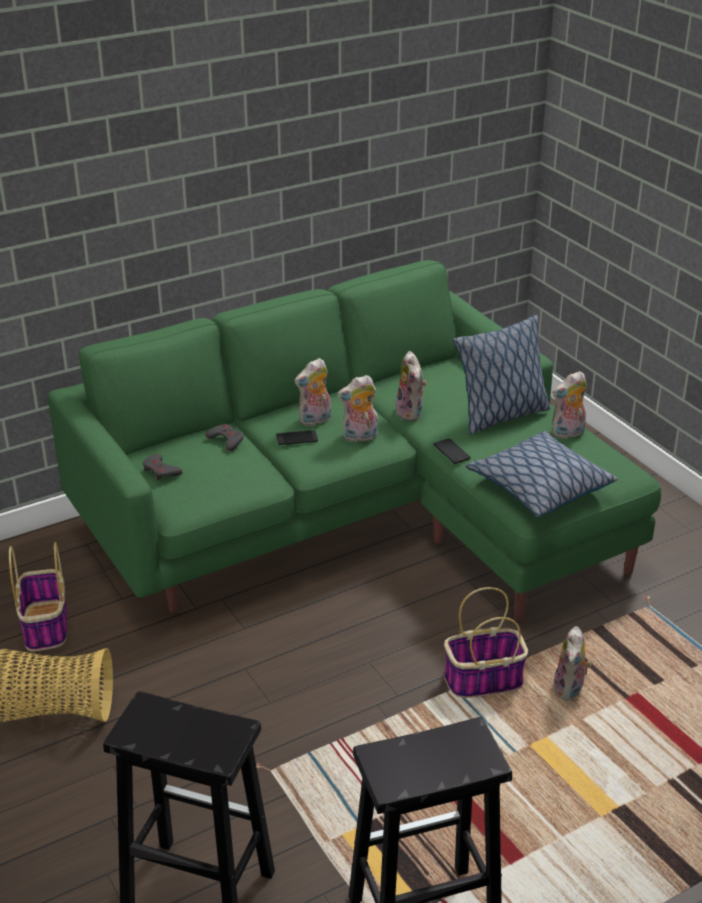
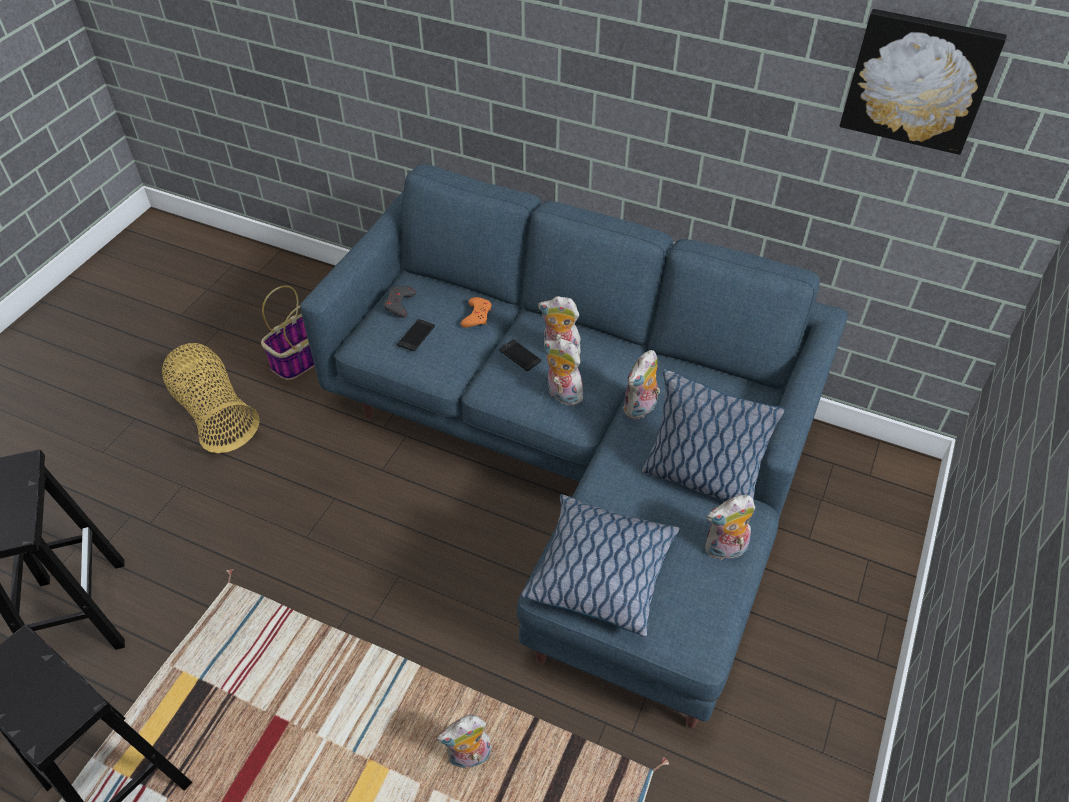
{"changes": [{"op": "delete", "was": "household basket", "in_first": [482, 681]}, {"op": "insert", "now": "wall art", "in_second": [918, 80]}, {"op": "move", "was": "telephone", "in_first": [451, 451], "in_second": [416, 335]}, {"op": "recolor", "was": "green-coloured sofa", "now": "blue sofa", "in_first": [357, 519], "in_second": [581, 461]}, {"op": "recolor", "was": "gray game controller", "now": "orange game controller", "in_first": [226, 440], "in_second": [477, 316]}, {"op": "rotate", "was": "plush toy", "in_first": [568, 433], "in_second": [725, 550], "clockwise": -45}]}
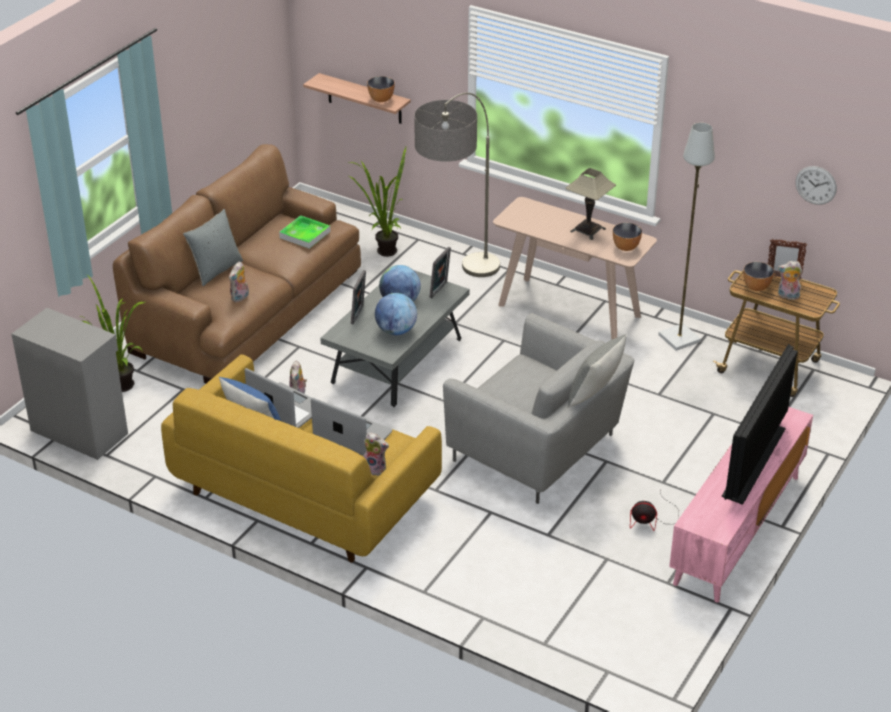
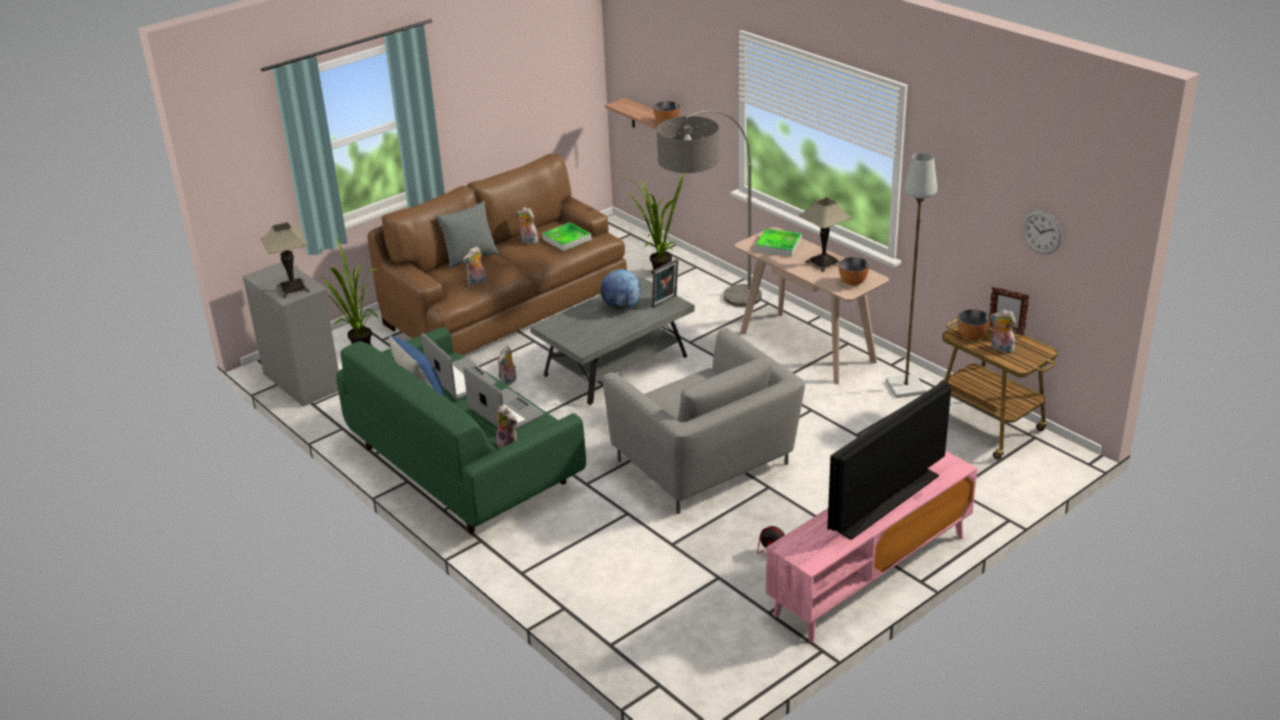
{"changes": [{"op": "delete", "was": "standing frame", "in_first": [359, 315]}, {"op": "delete", "was": "desk globe", "in_first": [396, 331]}, {"op": "delete", "was": "gray throw pillow", "in_first": [595, 395]}, {"op": "insert", "now": "lamp for a table", "in_second": [293, 289]}, {"op": "insert", "now": "plush toy", "in_second": [528, 241]}, {"op": "insert", "now": "tray", "in_second": [778, 245]}, {"op": "recolor", "was": "yellow-coloured sofa", "now": "green-coloured sofa", "in_first": [304, 492], "in_second": [464, 465]}]}
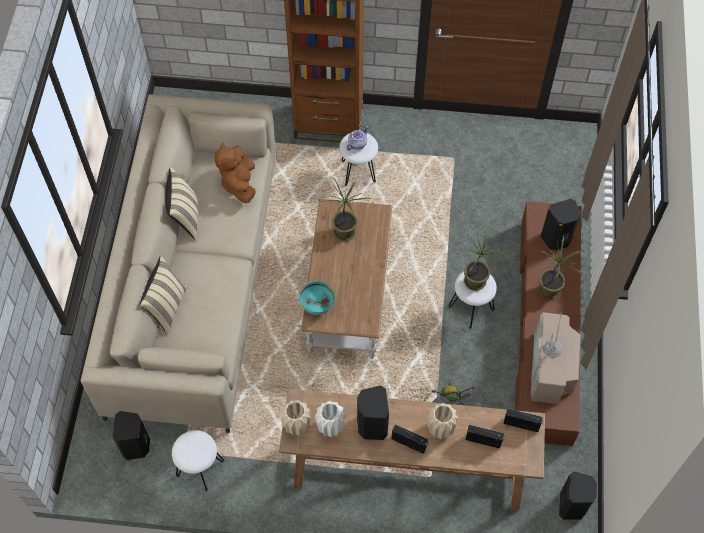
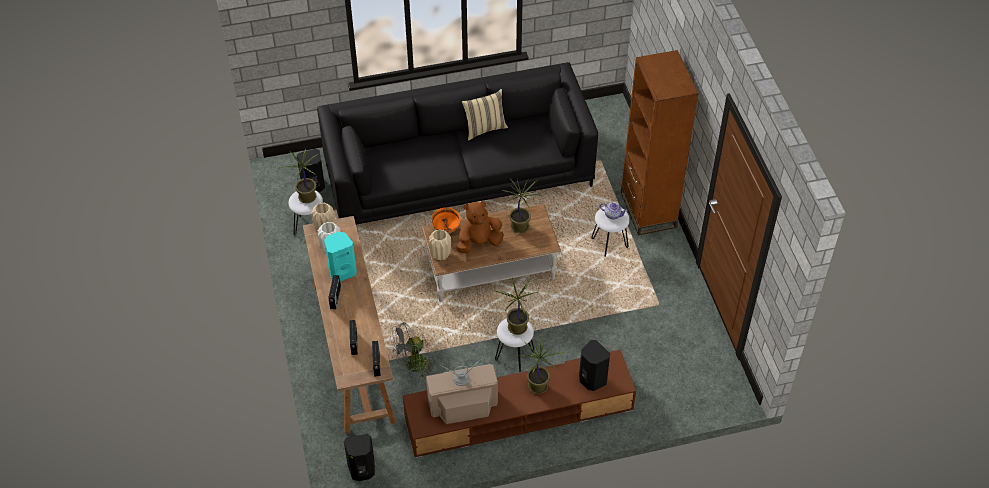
{"changes": [{"op": "delete", "was": "beige-coloured throw pillow", "in_first": [167, 307]}, {"op": "insert", "now": "plant in a pot", "in_second": [307, 198]}, {"op": "move", "was": "brownish plush toy", "in_first": [239, 183], "in_second": [479, 243]}, {"op": "move", "was": "beige-coloured flower vase", "in_first": [440, 429], "in_second": [440, 255]}, {"op": "recolor", "was": "beige-coloured sofa", "now": "black sofa", "in_first": [195, 282], "in_second": [458, 174]}, {"op": "recolor", "was": "turquoise-coloured bowl", "now": "orange bowl", "in_first": [317, 305], "in_second": [446, 229]}, {"op": "recolor", "was": "black audio speaker", "now": "turquoise-coloured audio speaker", "in_first": [371, 425], "in_second": [341, 272]}]}
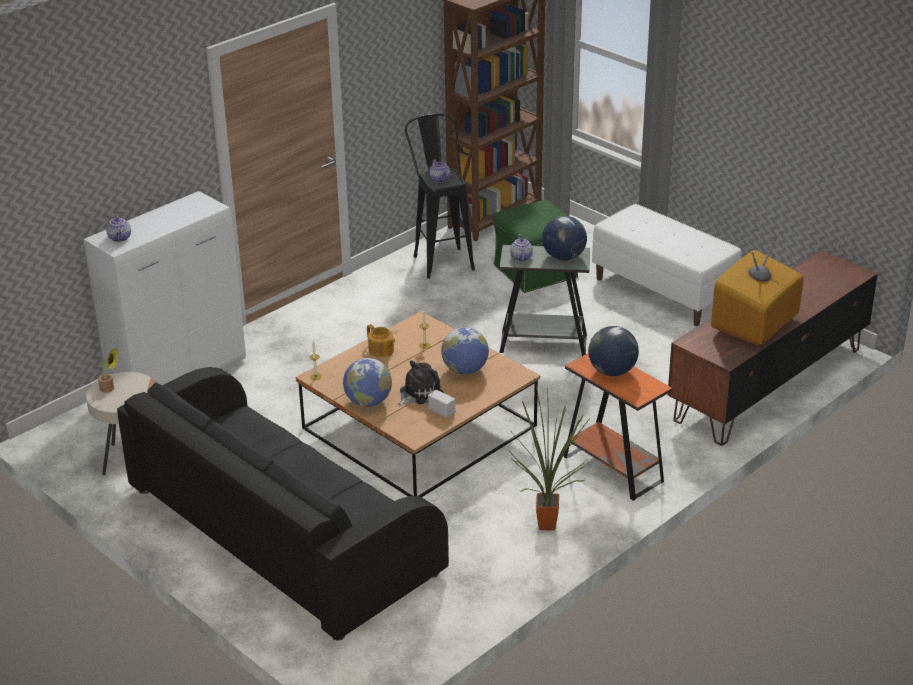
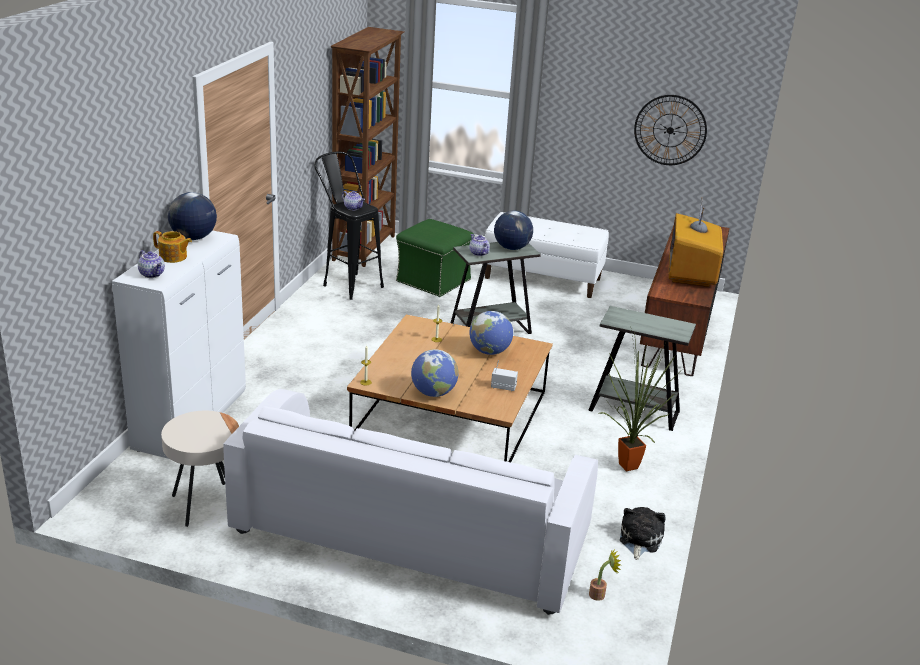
{"changes": [{"op": "insert", "now": "clock on the wall", "in_second": [670, 130]}, {"op": "move", "was": "plant in a pot", "in_first": [110, 389], "in_second": [600, 594]}, {"op": "move", "was": "teapot", "in_first": [381, 351], "in_second": [173, 257]}, {"op": "move", "was": "plush toy", "in_first": [418, 393], "in_second": [639, 540]}, {"op": "move", "was": "desk globe", "in_first": [612, 371], "in_second": [193, 238]}, {"op": "recolor", "was": "black sofa", "now": "white sofa", "in_first": [281, 531], "in_second": [411, 532]}, {"op": "recolor", "was": "orange side table", "now": "gray side table", "in_first": [613, 469], "in_second": [634, 411]}]}
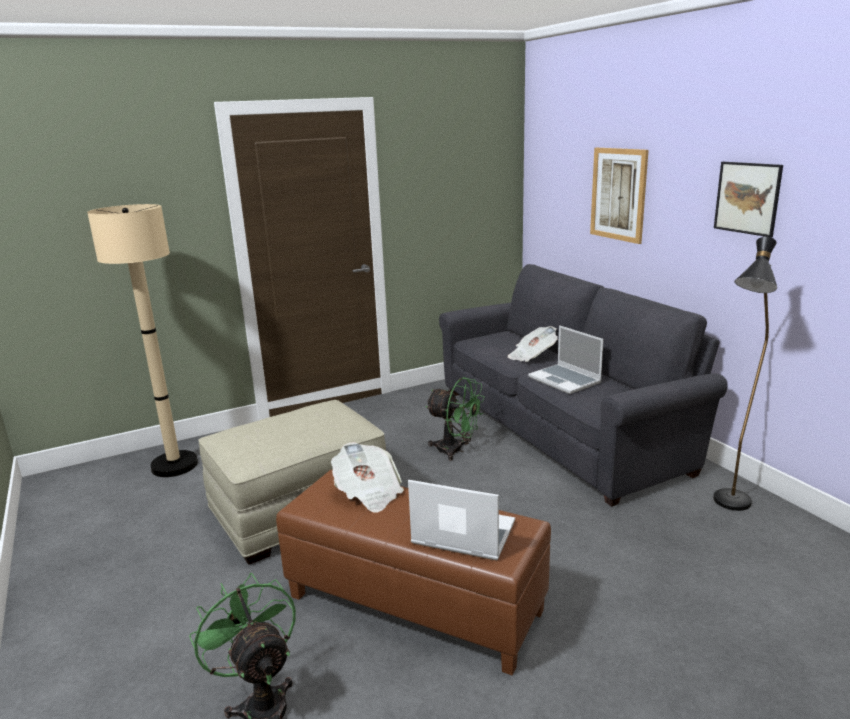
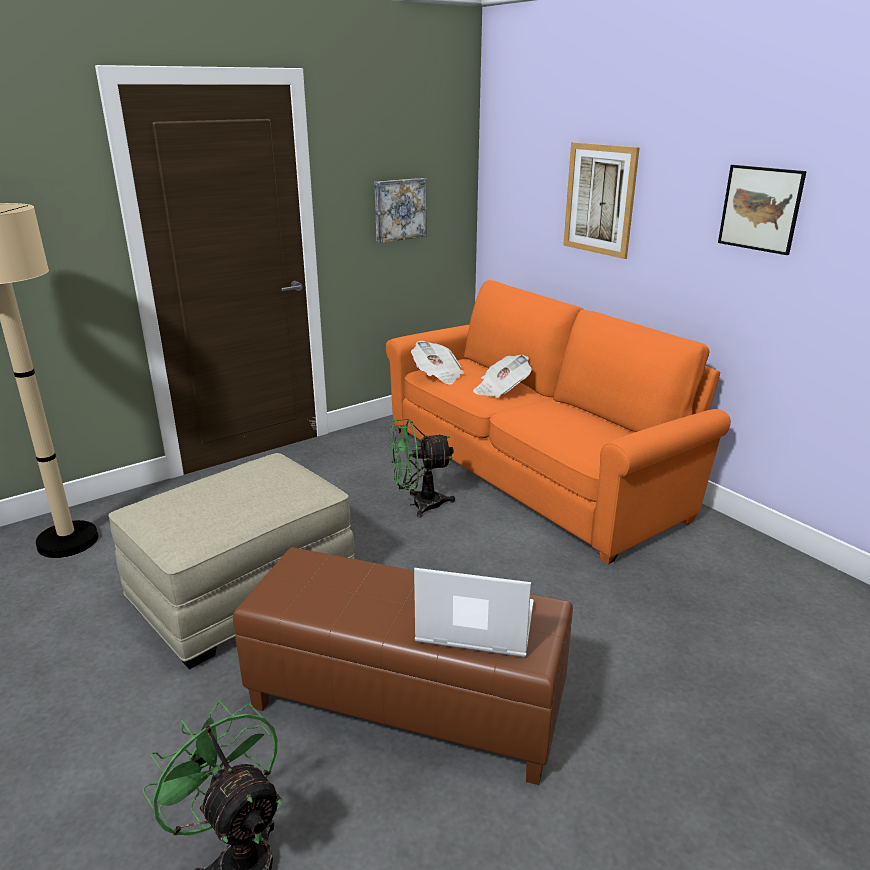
{"changes": [{"op": "delete", "was": "portable computer", "in_first": [565, 380]}, {"op": "delete", "was": "black standard lamp", "in_first": [729, 507]}, {"op": "insert", "now": "wall art", "in_second": [399, 209]}, {"op": "move", "was": "daily paper", "in_first": [368, 493], "in_second": [437, 376]}, {"op": "recolor", "was": "gray sofa", "now": "orange sofa", "in_first": [563, 427], "in_second": [535, 470]}, {"op": "rotate", "was": "green-coloured cooling fan", "in_first": [456, 450], "in_second": [419, 504], "clockwise": 150}]}
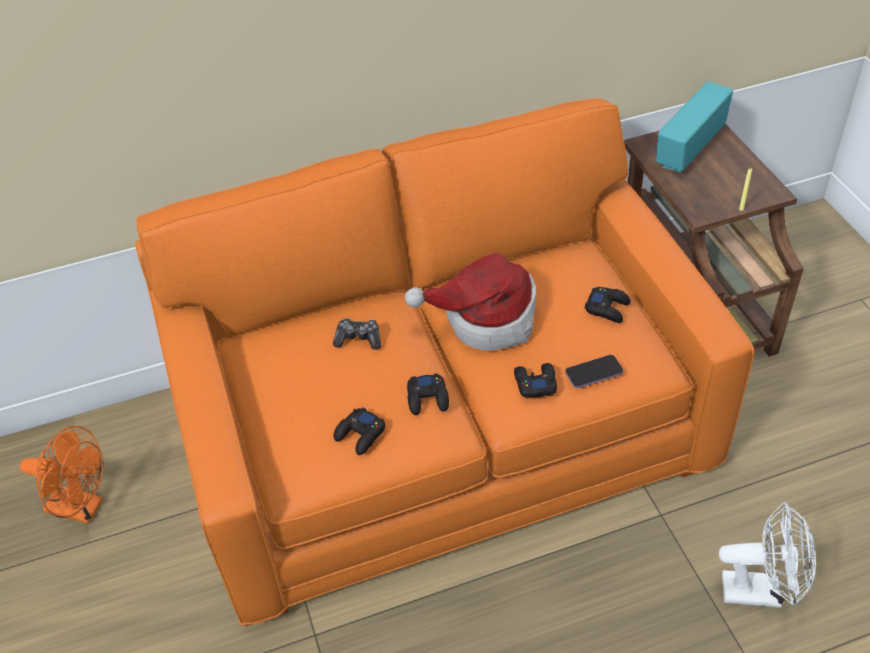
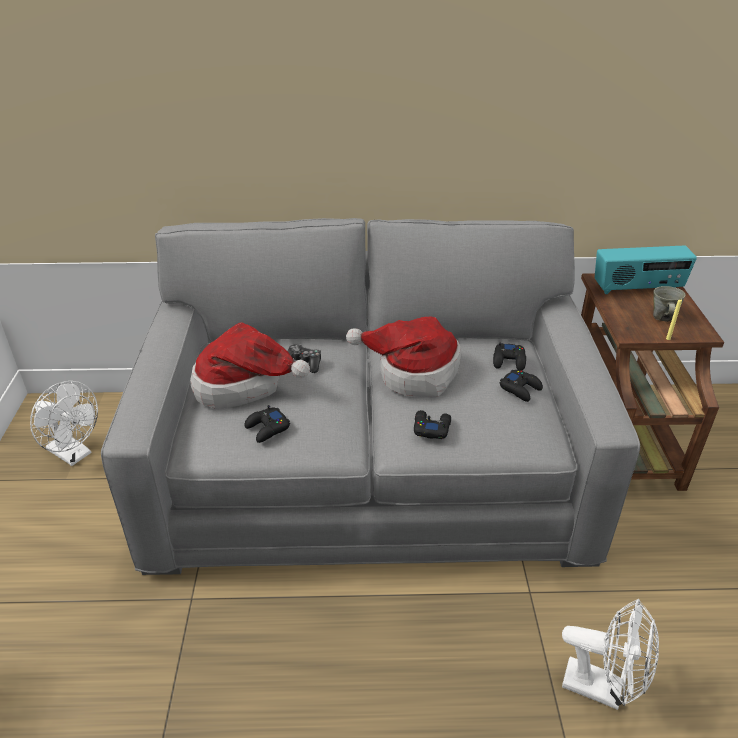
{"changes": [{"op": "delete", "was": "telephone", "in_first": [594, 373]}, {"op": "insert", "now": "wearable hat", "in_second": [245, 386]}, {"op": "insert", "now": "gray coffee mug", "in_second": [663, 317]}, {"op": "move", "was": "black game controller", "in_first": [428, 398], "in_second": [509, 361]}, {"op": "recolor", "was": "orange cooling fan", "now": "white cooling fan", "in_first": [83, 508], "in_second": [74, 454]}, {"op": "recolor", "was": "orange sofa", "now": "gray sofa", "in_first": [442, 427], "in_second": [369, 471]}, {"op": "rotate", "was": "radio receiver", "in_first": [689, 148], "in_second": [638, 289], "clockwise": -150}]}
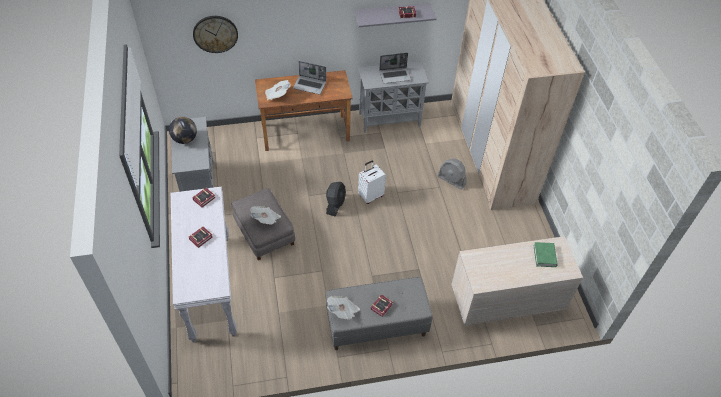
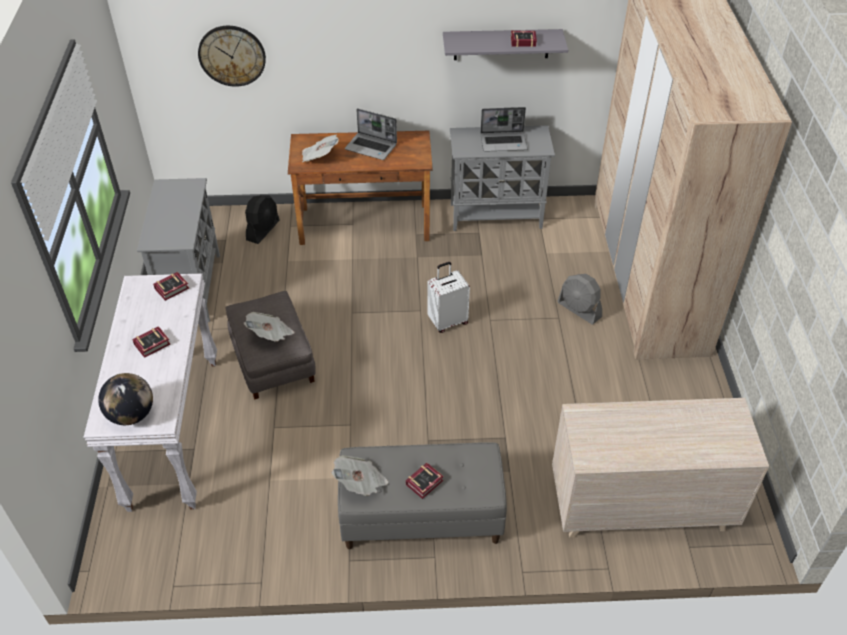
{"changes": [{"op": "delete", "was": "green-coloured volume", "in_first": [544, 256]}, {"op": "move", "was": "desk globe", "in_first": [185, 139], "in_second": [131, 415]}, {"op": "move", "was": "black cooling fan", "in_first": [335, 204], "in_second": [263, 230]}]}
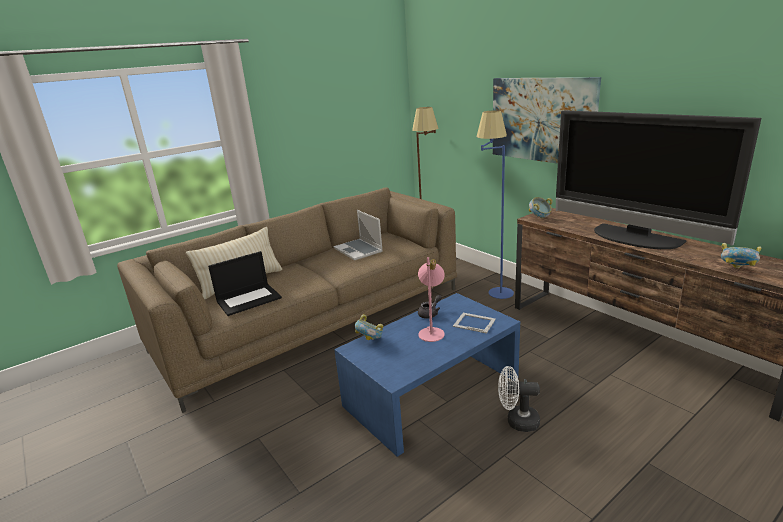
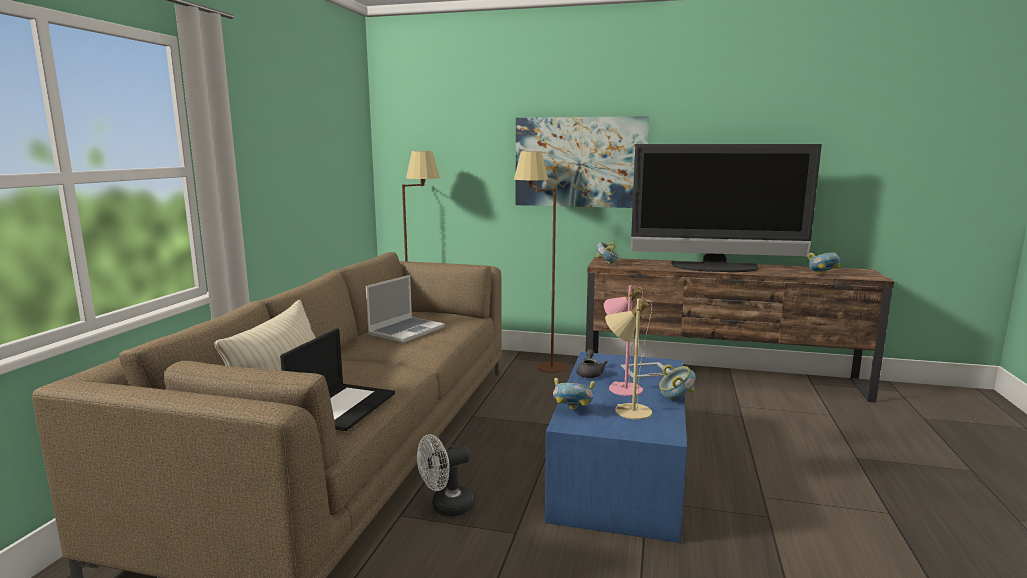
{"changes": [{"op": "insert", "now": "beige-coloured lamp for a table", "in_second": [627, 409]}, {"op": "insert", "now": "bowl", "in_second": [675, 398]}, {"op": "move", "was": "white cooling fan", "in_first": [517, 421], "in_second": [446, 507]}, {"op": "recolor", "was": "blue standard lamp", "now": "brownish standard lamp", "in_first": [494, 288], "in_second": [539, 365]}, {"op": "rotate", "was": "portable computer", "in_first": [359, 250], "in_second": [406, 331], "clockwise": -75}]}
